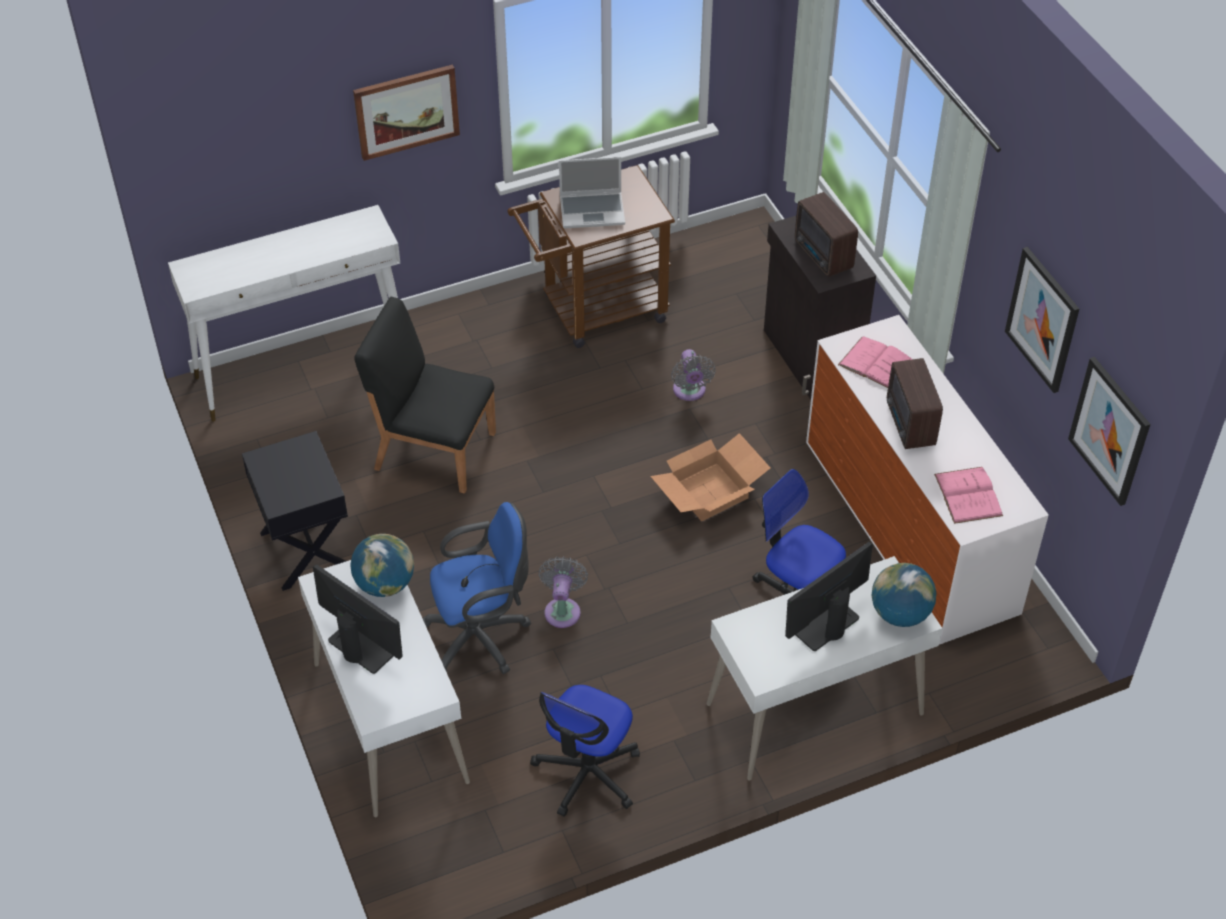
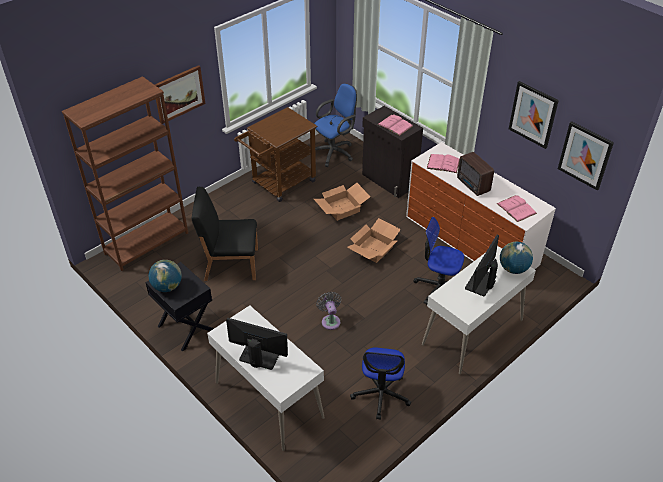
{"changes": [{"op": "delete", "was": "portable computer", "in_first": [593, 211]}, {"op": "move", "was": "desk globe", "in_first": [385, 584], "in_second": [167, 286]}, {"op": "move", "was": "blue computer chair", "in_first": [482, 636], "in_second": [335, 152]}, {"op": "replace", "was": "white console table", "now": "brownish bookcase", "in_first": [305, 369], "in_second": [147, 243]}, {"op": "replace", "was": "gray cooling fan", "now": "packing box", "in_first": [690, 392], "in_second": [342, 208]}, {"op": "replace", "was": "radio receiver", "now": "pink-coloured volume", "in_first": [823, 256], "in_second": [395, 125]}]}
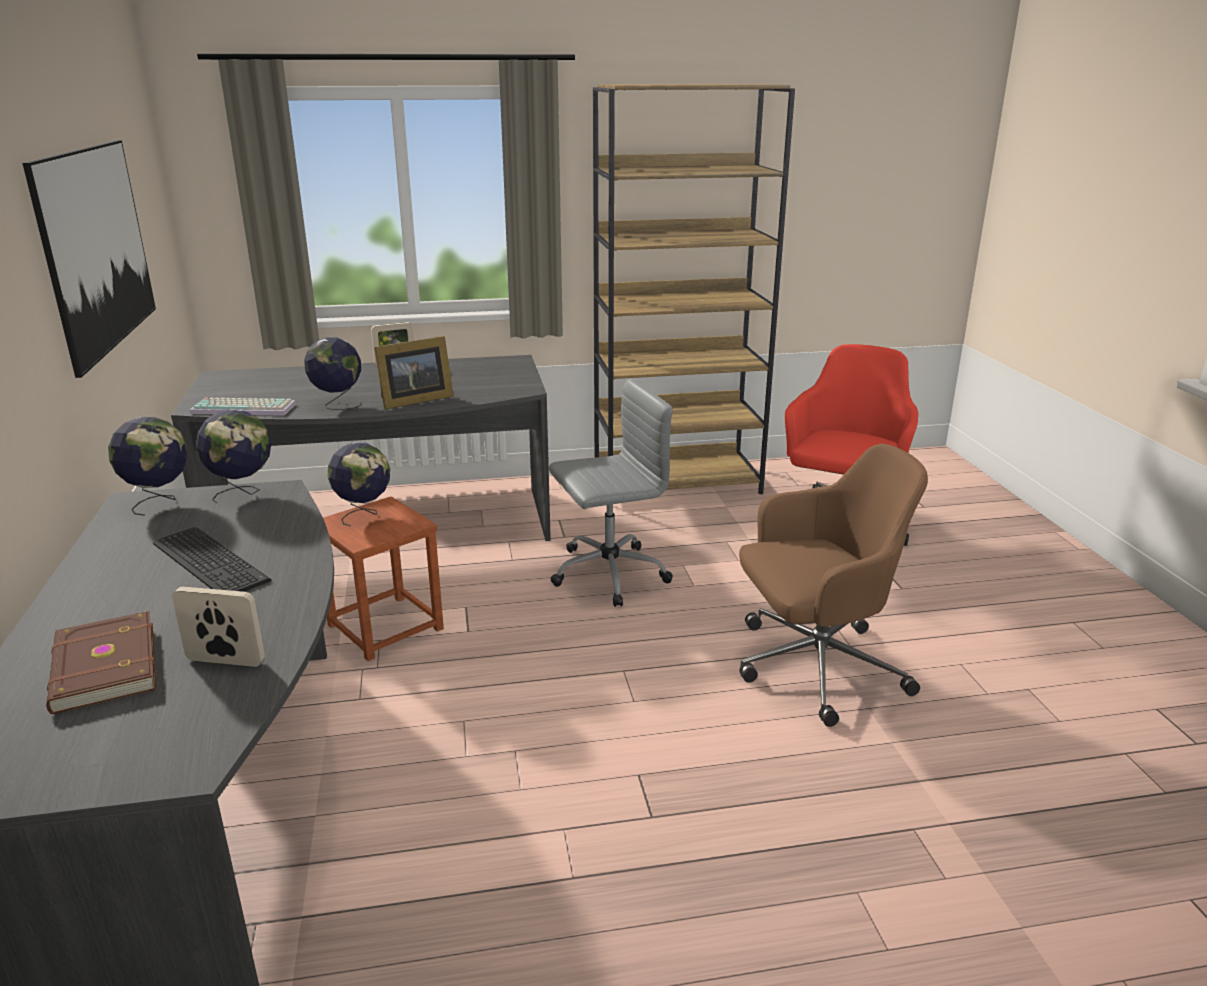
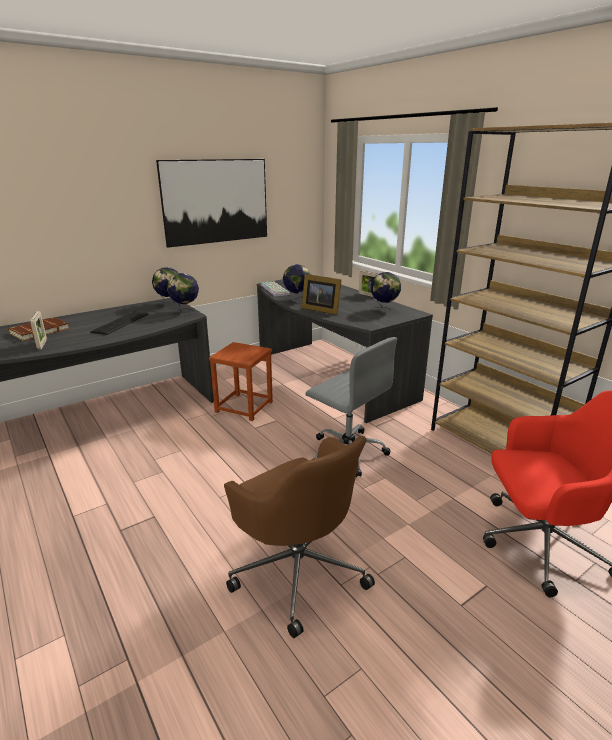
{"changes": [{"op": "move", "was": "desk globe", "in_first": [364, 515], "in_second": [384, 310]}]}
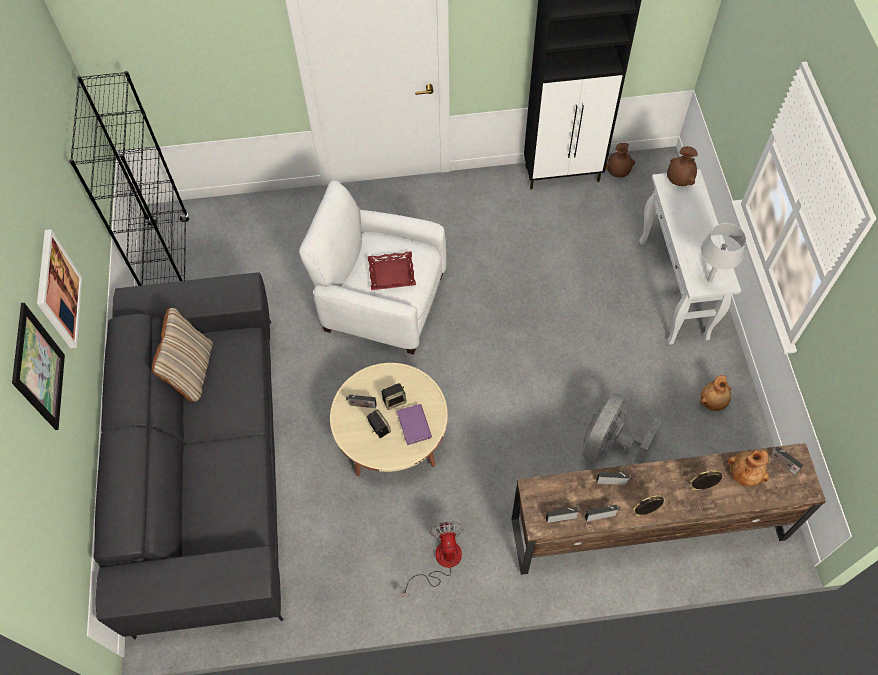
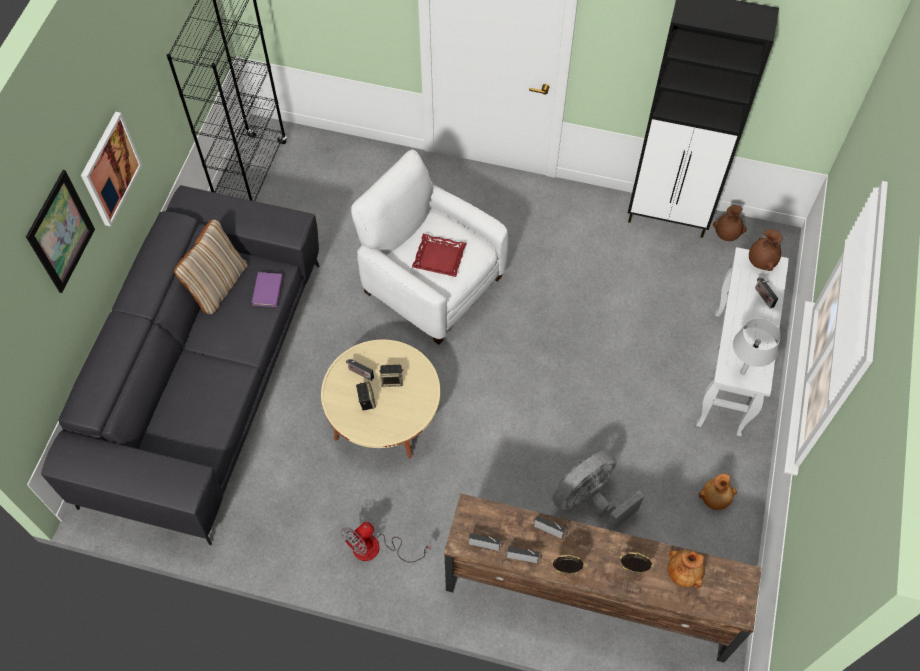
{"changes": [{"op": "move", "was": "purple volume", "in_first": [414, 425], "in_second": [268, 291]}, {"op": "move", "was": "radio receiver", "in_first": [782, 463], "in_second": [763, 296]}, {"op": "rotate", "was": "cooling fan", "in_first": [441, 562], "in_second": [376, 549], "clockwise": -150}]}
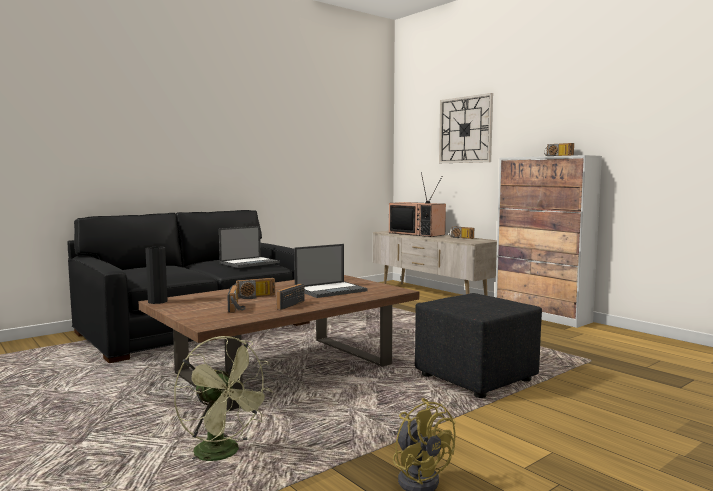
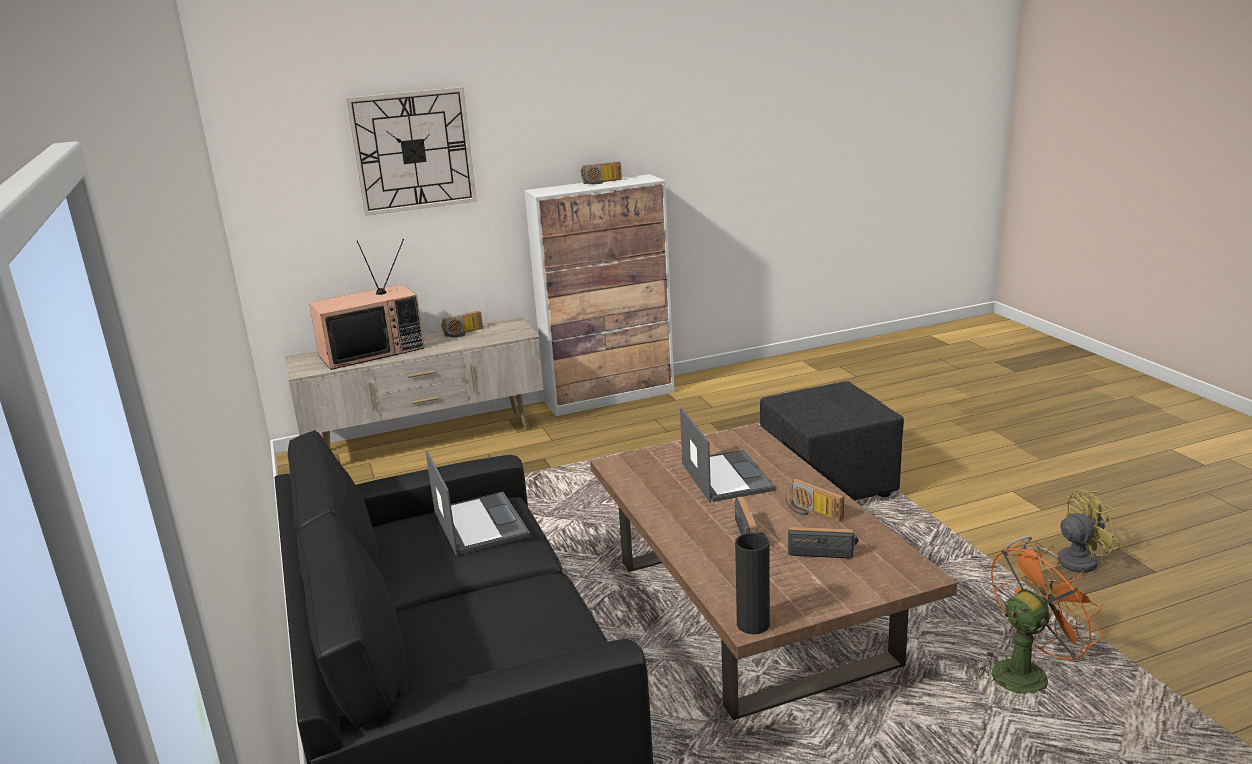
{"changes": [{"op": "recolor", "was": "green-coloured cooling fan", "now": "orange cooling fan", "in_first": [224, 454], "in_second": [1026, 672]}]}
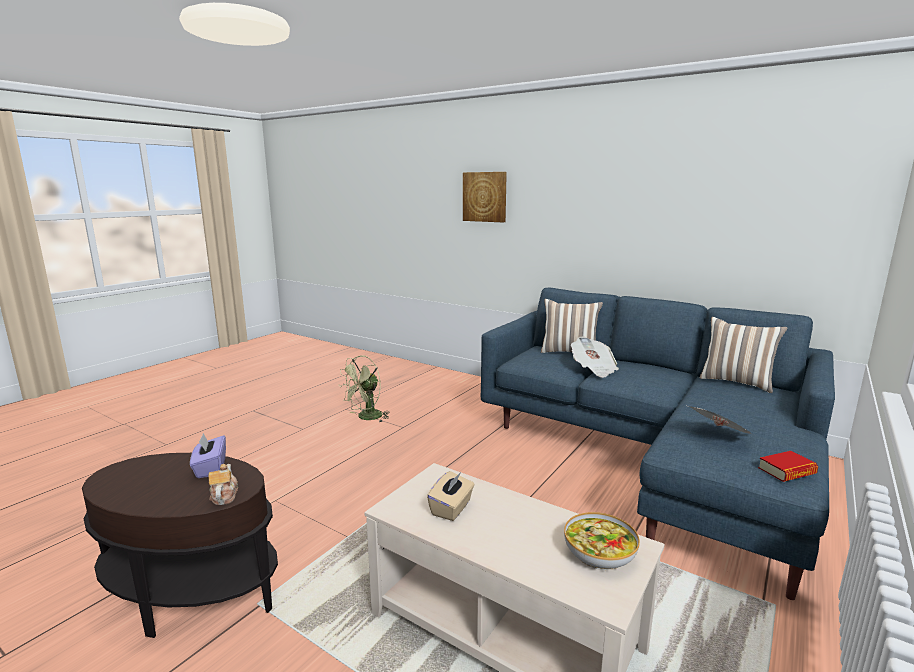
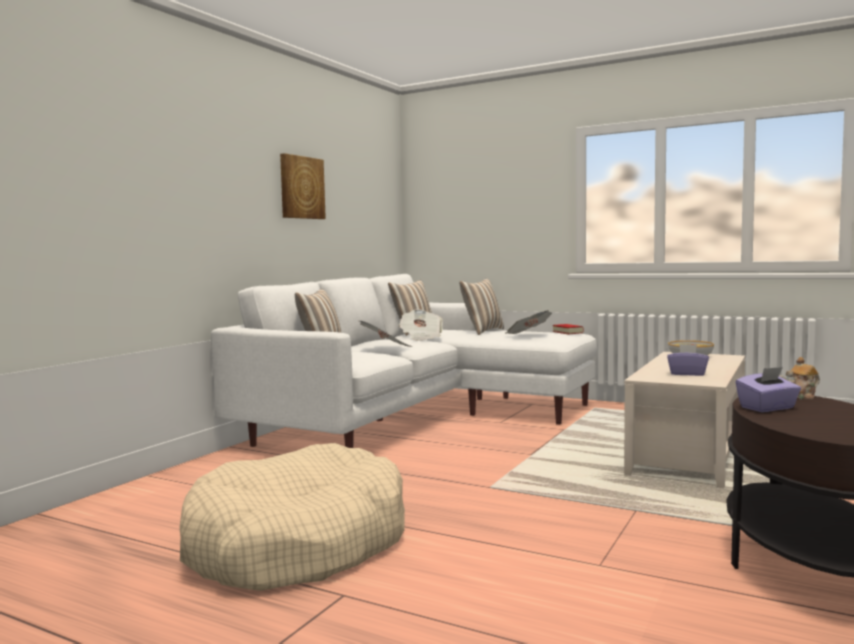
{"changes": [{"op": "insert", "now": "daily paper", "in_second": [421, 338]}, {"op": "insert", "now": "throw pillow", "in_second": [482, 331]}, {"op": "move", "was": "wall art", "in_first": [485, 197], "in_second": [301, 187]}, {"op": "replace", "was": "green-coloured cooling fan", "now": "beige-coloured dog bed", "in_first": [366, 418], "in_second": [297, 544]}, {"op": "recolor", "was": "beige-coloured tissue holder", "now": "purple tissue holder", "in_first": [451, 508], "in_second": [687, 373]}, {"op": "recolor", "was": "blue sofa", "now": "white sofa", "in_first": [652, 456], "in_second": [414, 418]}]}
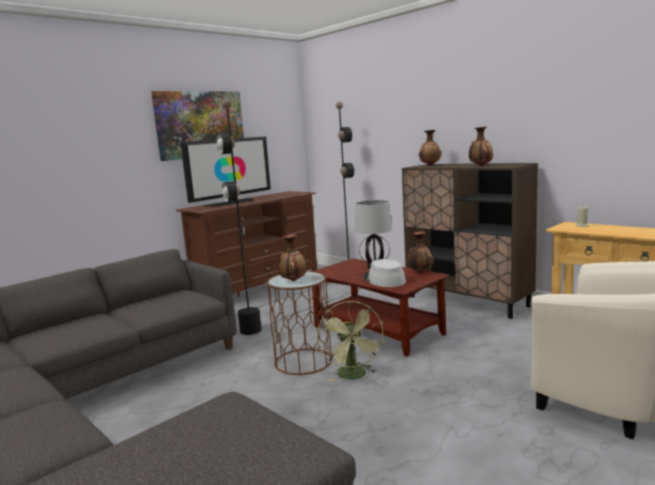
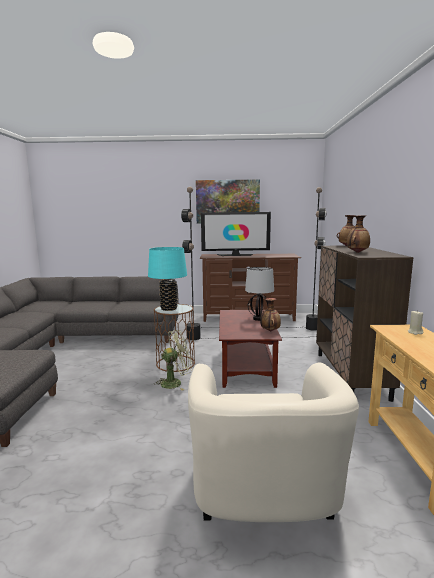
{"changes": [{"op": "delete", "was": "gray wearable hat", "in_first": [384, 280]}, {"op": "replace", "was": "flower vase", "now": "turquoise-coloured lamp for a table", "in_first": [293, 281], "in_second": [169, 309]}, {"op": "rotate", "was": "green-coloured cooling fan", "in_first": [354, 376], "in_second": [175, 382], "clockwise": -150}]}
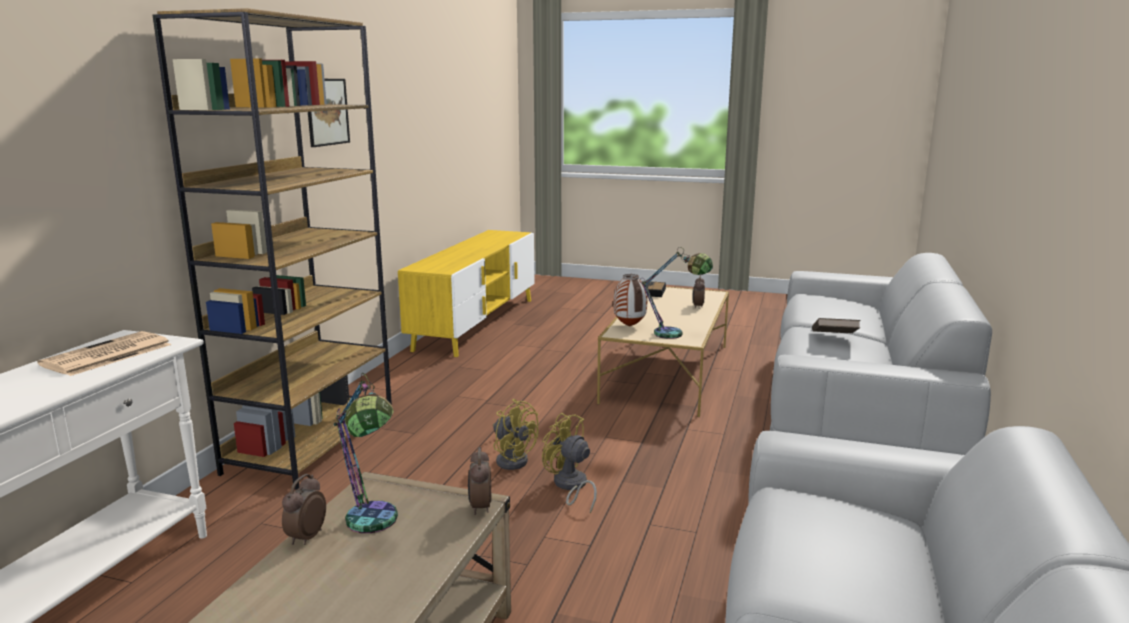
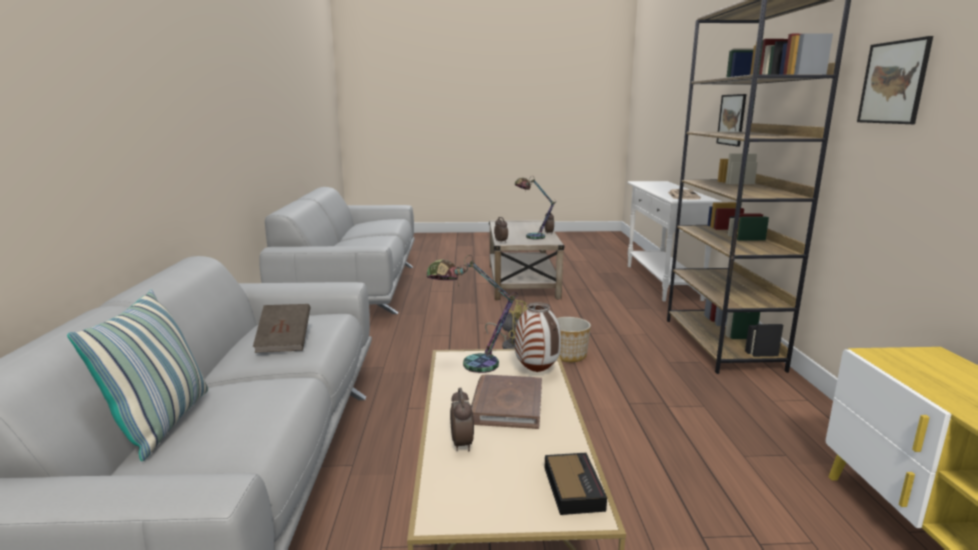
{"changes": [{"op": "insert", "now": "throw pillow", "in_second": [162, 423]}, {"op": "insert", "now": "brownish volume", "in_second": [506, 405]}, {"op": "insert", "now": "wall art", "in_second": [731, 120]}, {"op": "replace", "was": "yellow-coloured cooling fan", "now": "plant pot", "in_first": [512, 459], "in_second": [569, 356]}]}
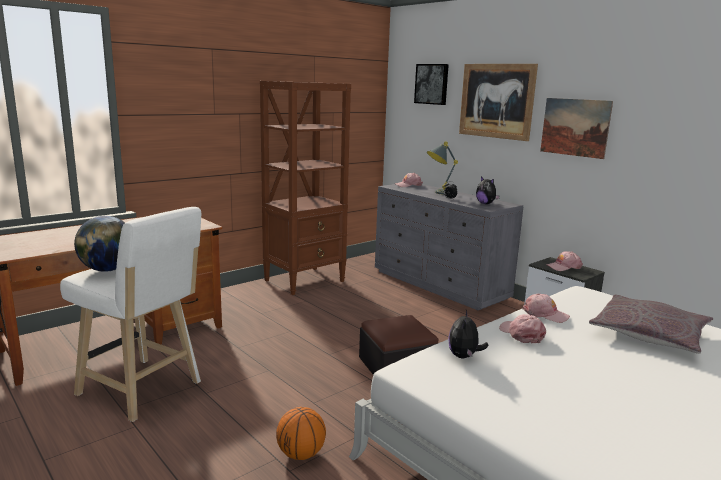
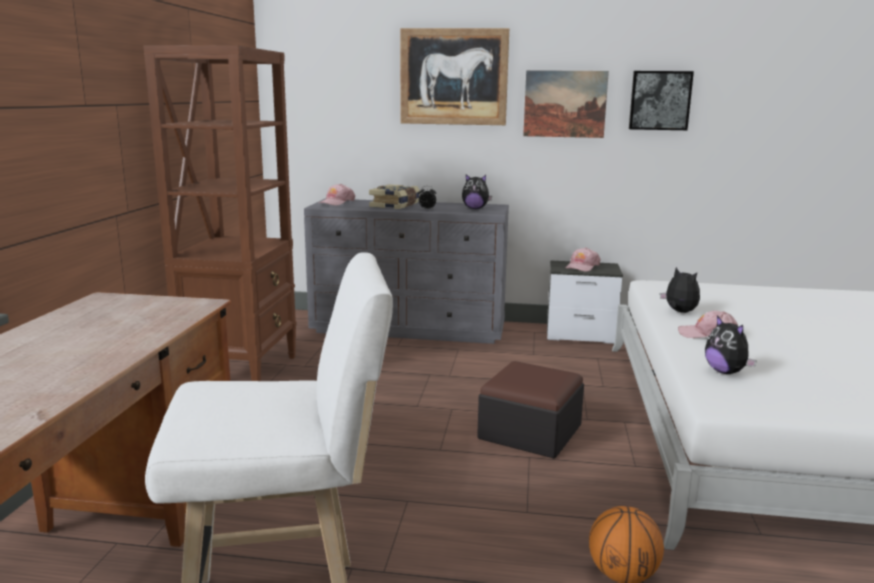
{"changes": [{"op": "delete", "was": "desk globe", "in_first": [108, 270]}, {"op": "delete", "was": "gray throw pillow", "in_first": [649, 334]}, {"op": "move", "was": "wall art", "in_first": [432, 84], "in_second": [660, 100]}, {"op": "replace", "was": "gray lamp for a table", "now": "volume", "in_first": [438, 193], "in_second": [396, 206]}, {"op": "replace", "was": "pink-coloured peaked cap", "now": "plush toy", "in_first": [545, 314], "in_second": [679, 312]}]}
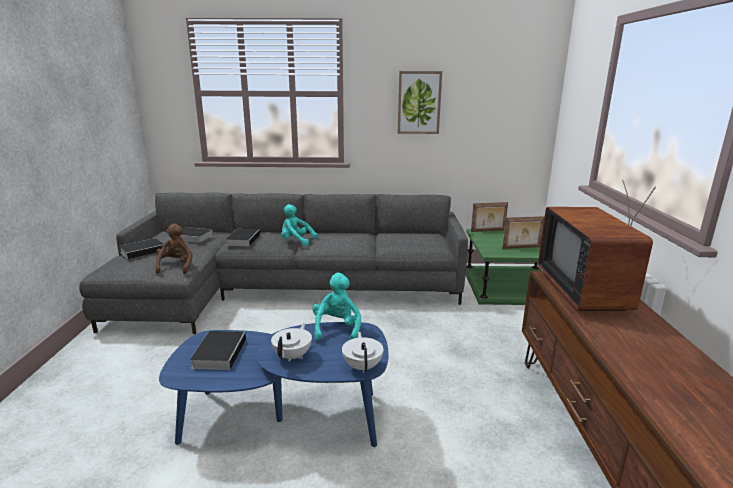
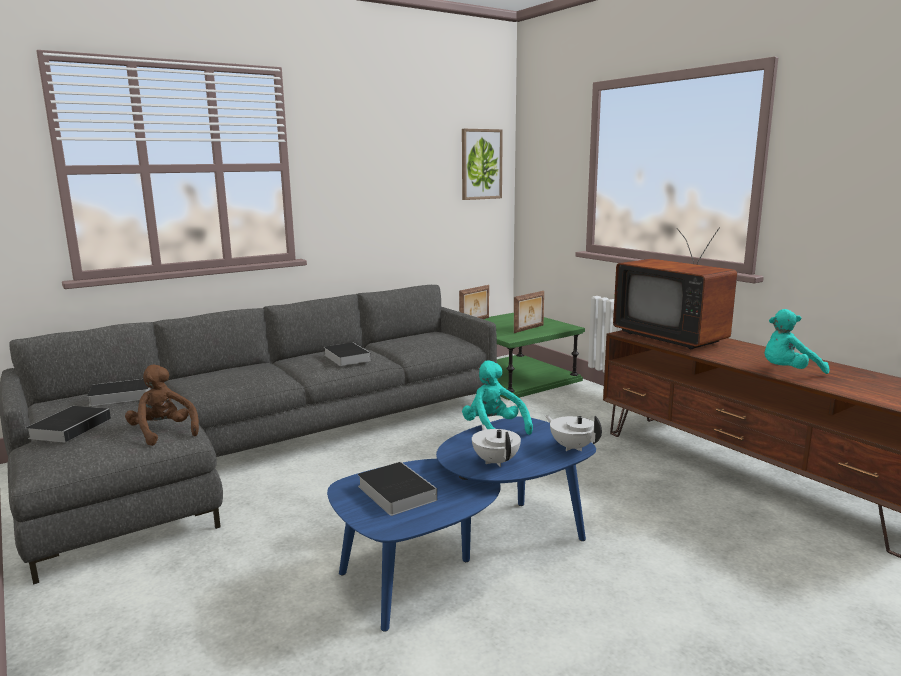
{"changes": [{"op": "move", "was": "volume", "in_first": [243, 239], "in_second": [346, 357]}, {"op": "move", "was": "turquoise-coloured plush toy", "in_first": [296, 241], "in_second": [788, 372]}, {"op": "move", "was": "wall art", "in_first": [419, 102], "in_second": [481, 164]}]}
